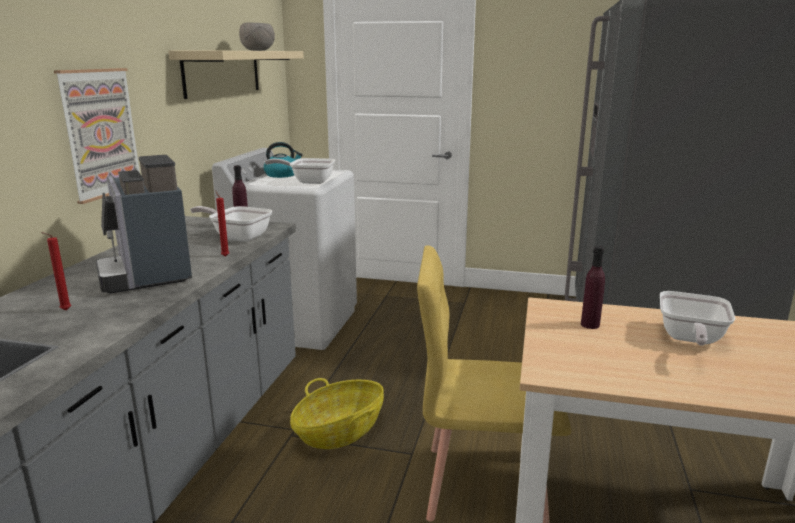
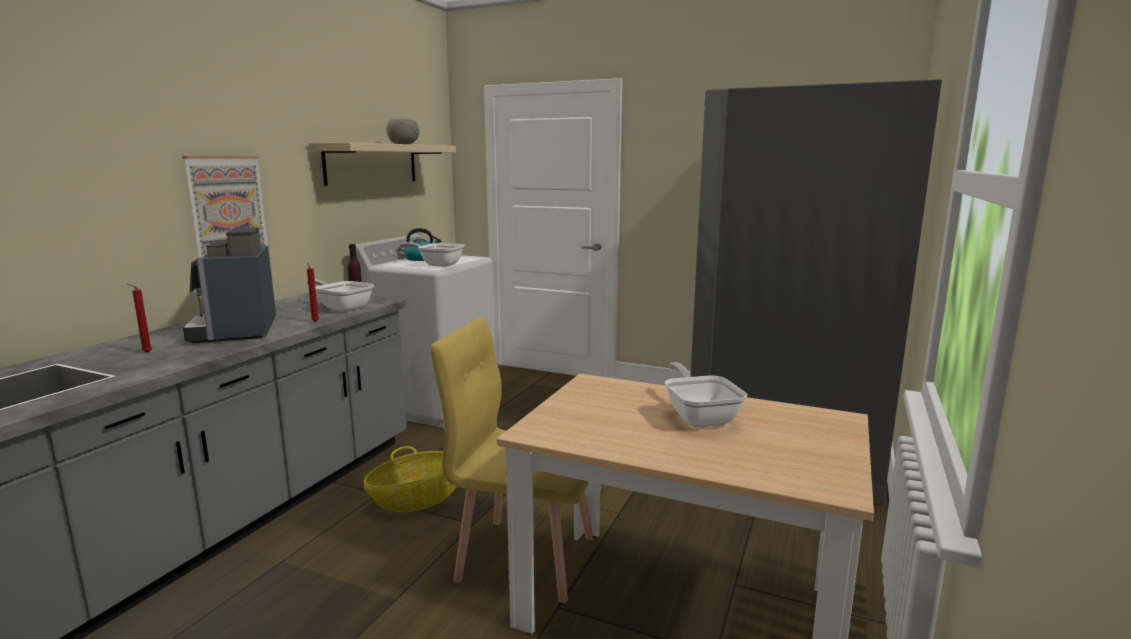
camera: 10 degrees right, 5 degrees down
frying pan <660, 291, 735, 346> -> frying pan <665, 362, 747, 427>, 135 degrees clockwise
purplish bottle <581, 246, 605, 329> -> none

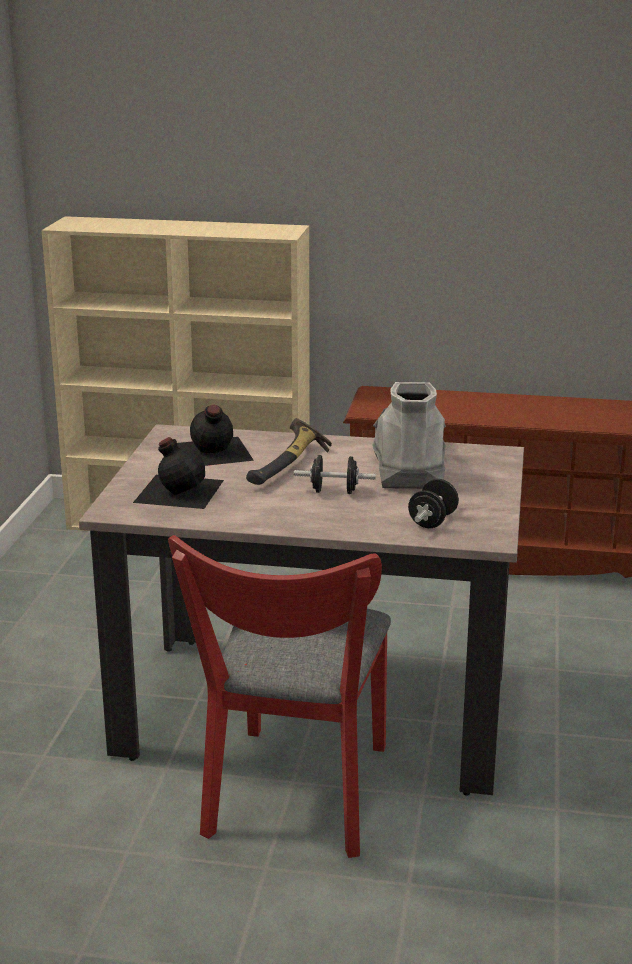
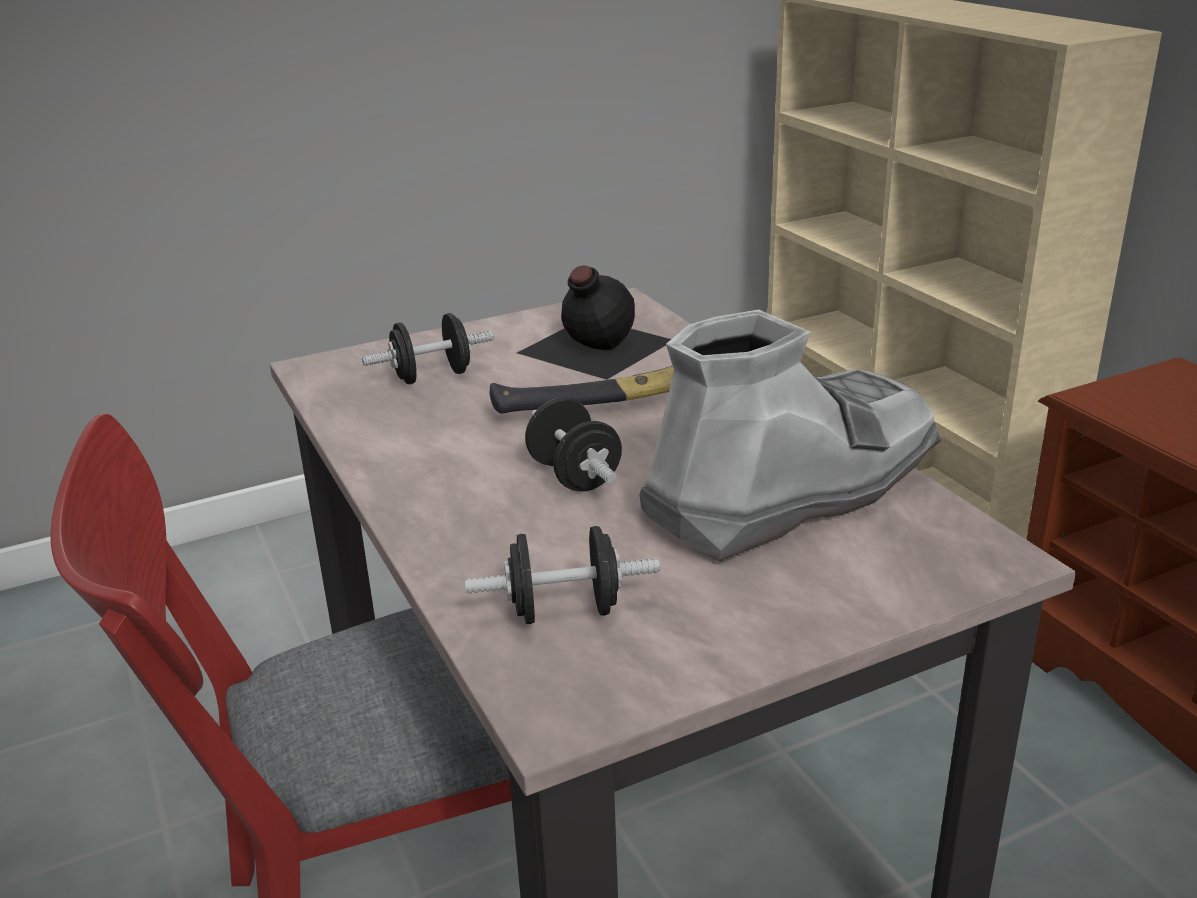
camera: 55 degrees right, 5 degrees up
blackish bottle <133, 437, 224, 509> -> blackish hand weight <362, 313, 494, 384>

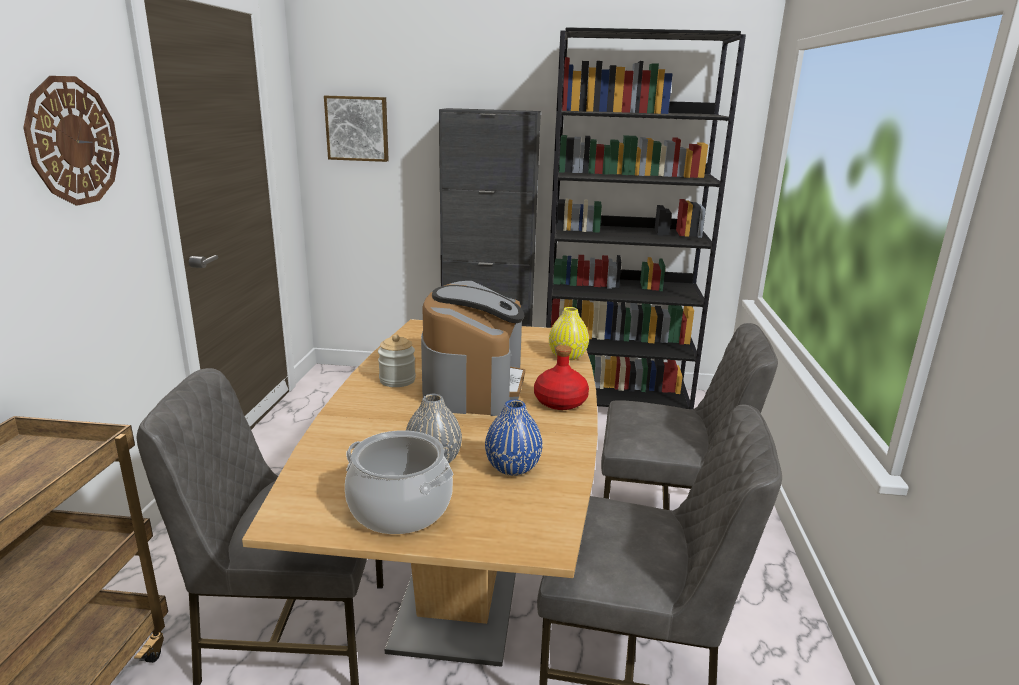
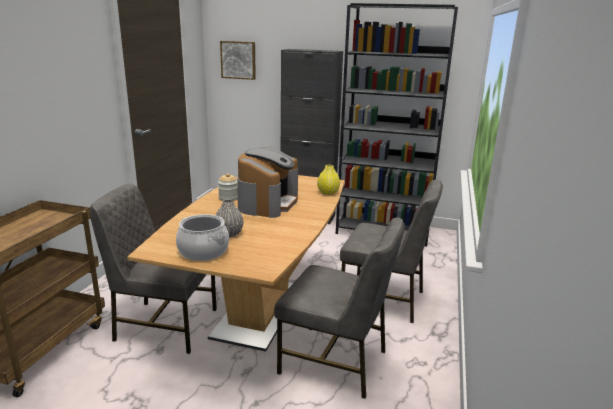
camera: 10 degrees right, 0 degrees up
hanging clock <23, 76, 119, 206> -> none
blue-coloured decorative vase <485, 400, 543, 476> -> none
red bottle <534, 345, 589, 410> -> none

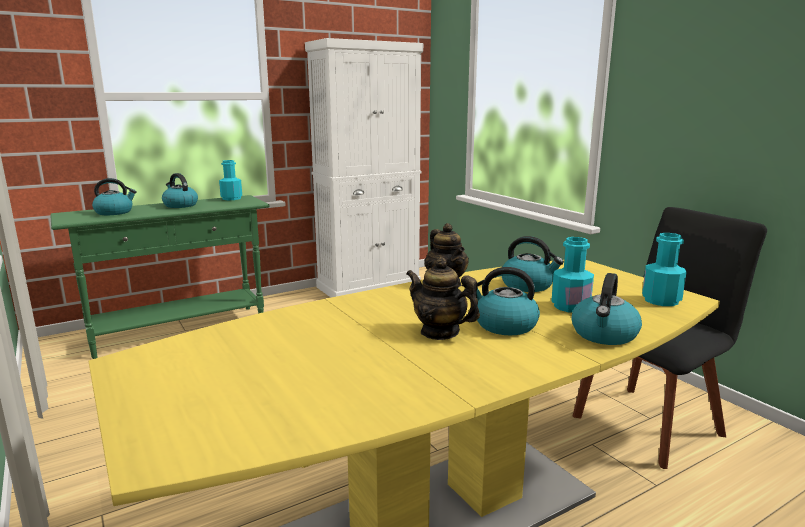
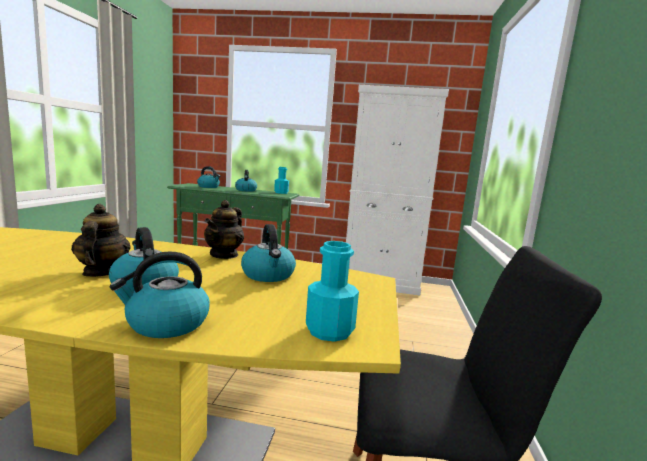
camera: 40 degrees right, 5 degrees down
blue-green bottle <551, 237, 594, 313> -> none

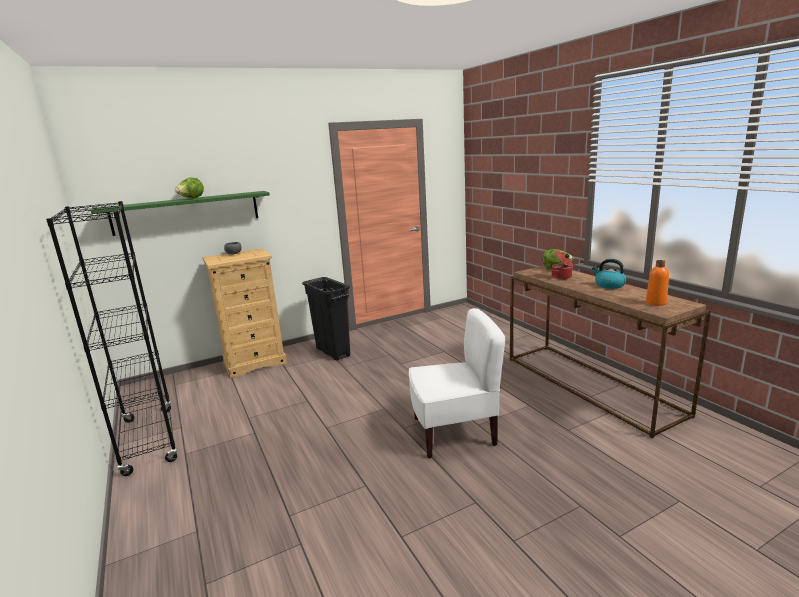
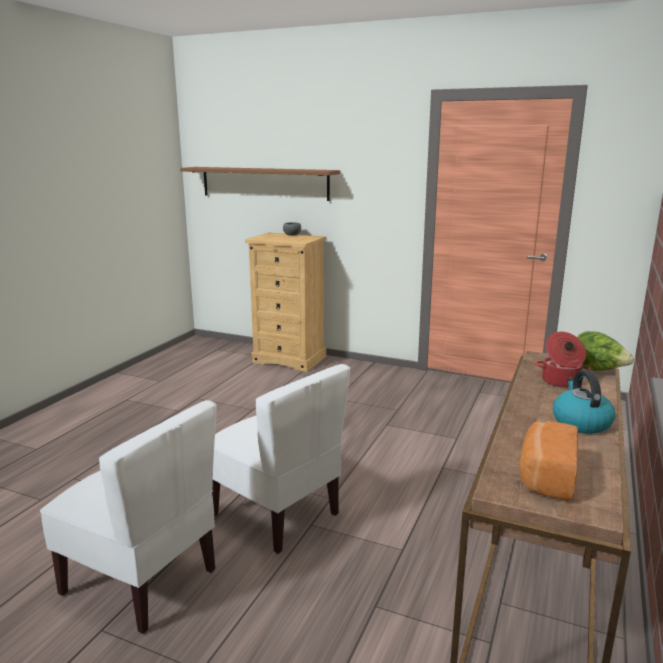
camera: 50 degrees right, 0 degrees up
none -> whitish upright chair <40, 400, 217, 634>
greenish shelf <91, 191, 270, 236> -> brownish shelf <180, 167, 340, 201>
orange-coloured bottle <646, 260, 669, 306> -> bakery bread <520, 421, 578, 500>
blackish shelving unit <46, 201, 178, 476> -> none
lettuce <175, 178, 204, 198> -> none
blackish rubbish bin <302, 277, 350, 361> -> none

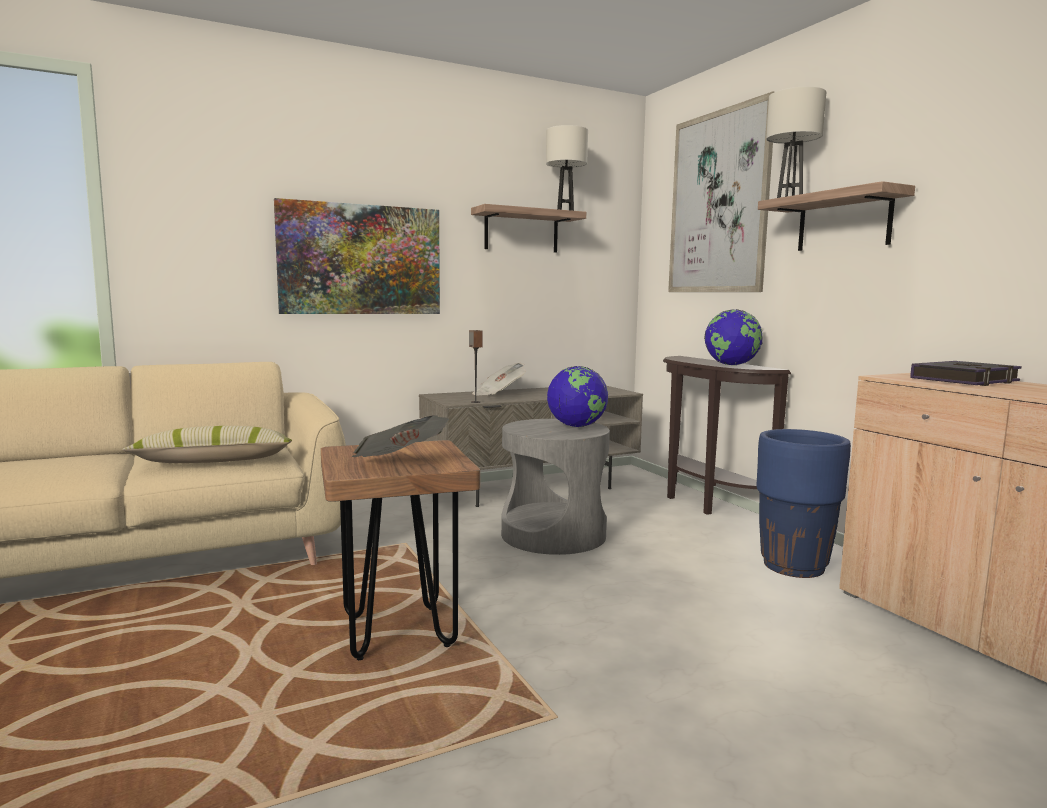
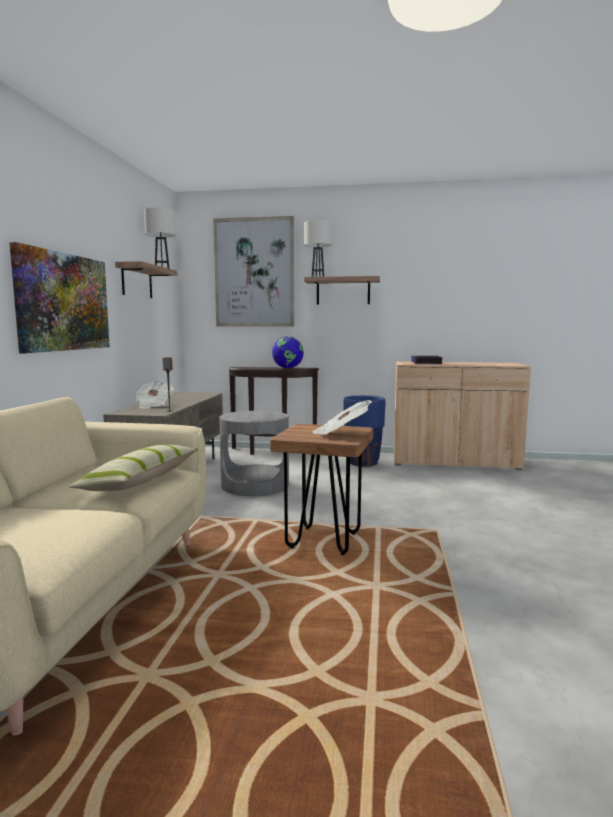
camera: 55 degrees left, 0 degrees up
world globe <547, 366, 608, 427> -> none

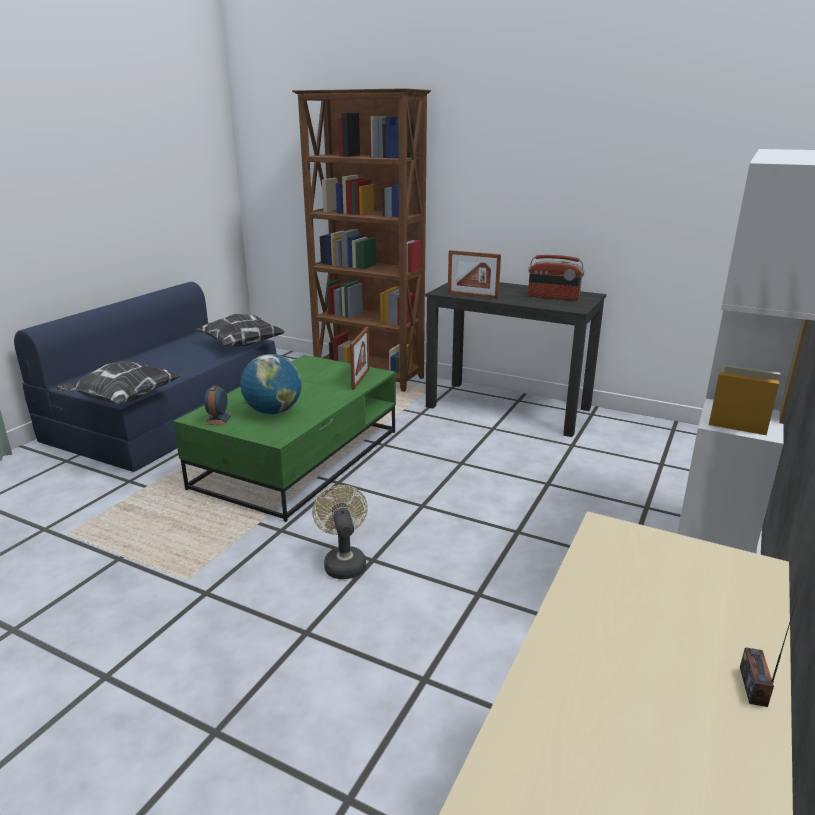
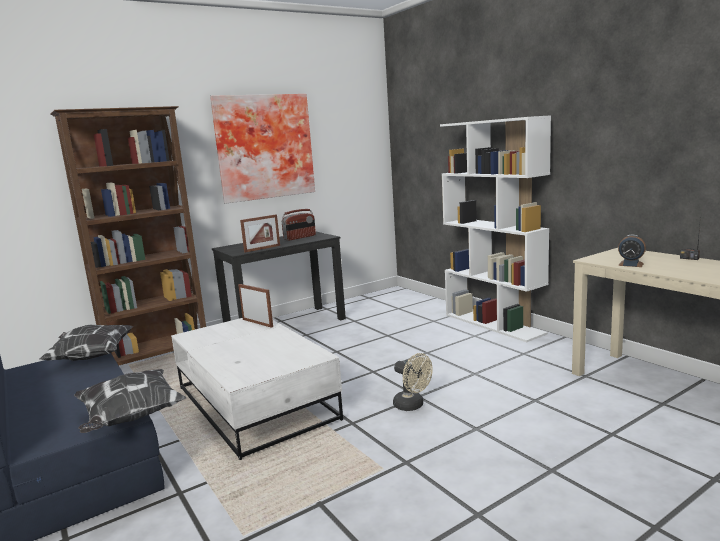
camera: 60 degrees left, 10 degrees down
greenish low table <173, 355, 396, 522> -> whitish low table <171, 318, 343, 460>
none -> picture <210, 94, 315, 204>
beige-coloured electric fan <312, 485, 368, 579> -> beige-coloured electric fan <393, 353, 433, 411>, 150 degrees counterclockwise
bedside clock <204, 385, 232, 425> -> bedside clock <618, 235, 646, 267>, moved
world globe <240, 354, 302, 414> -> none

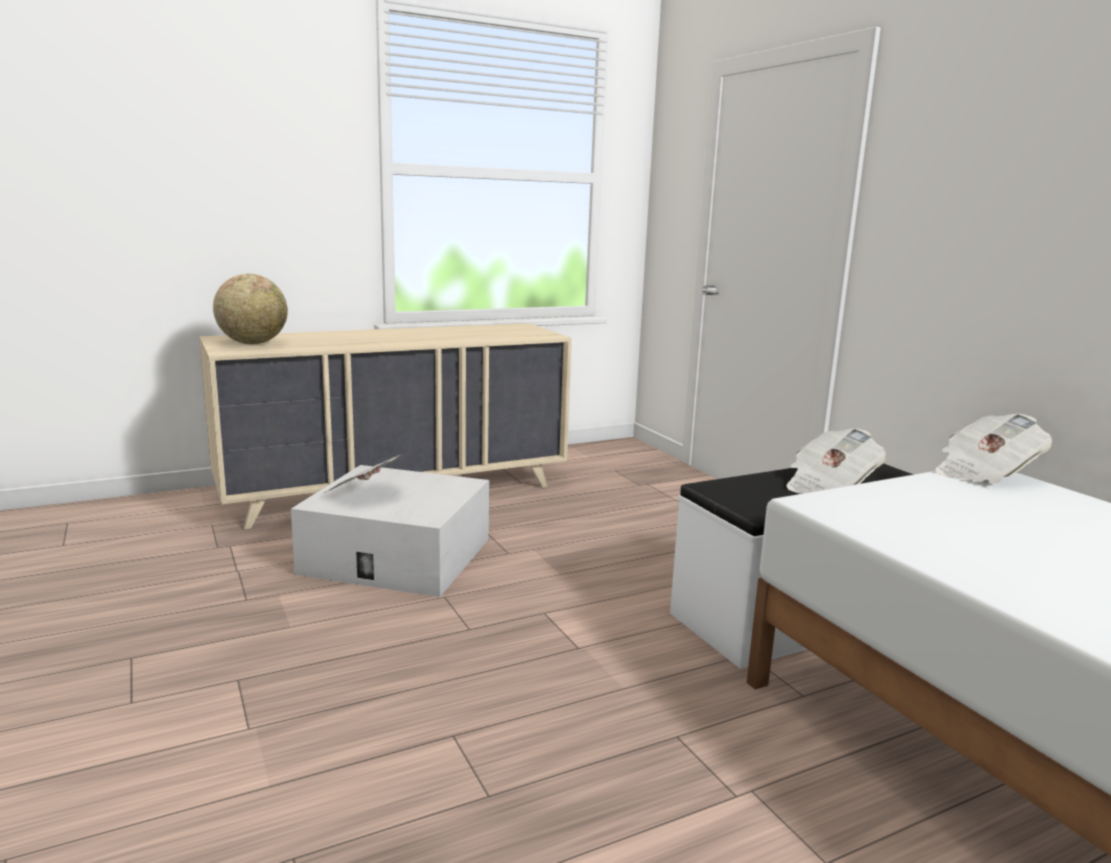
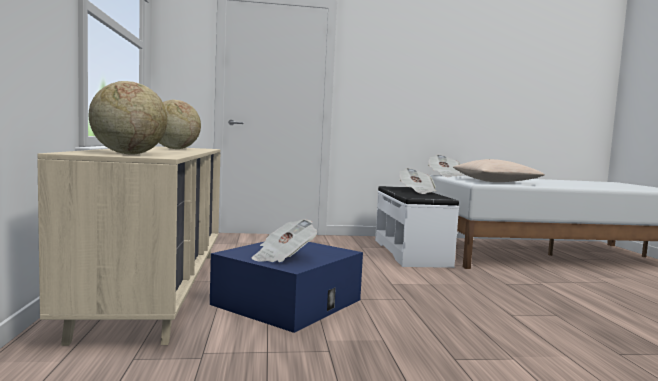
camera: 70 degrees left, 10 degrees down
none -> world globe <159, 100, 201, 149>
whitish storage bin <291, 465, 489, 597> -> blue-coloured storage bin <210, 242, 363, 333>
none -> beige-coloured cushion <453, 159, 545, 182>

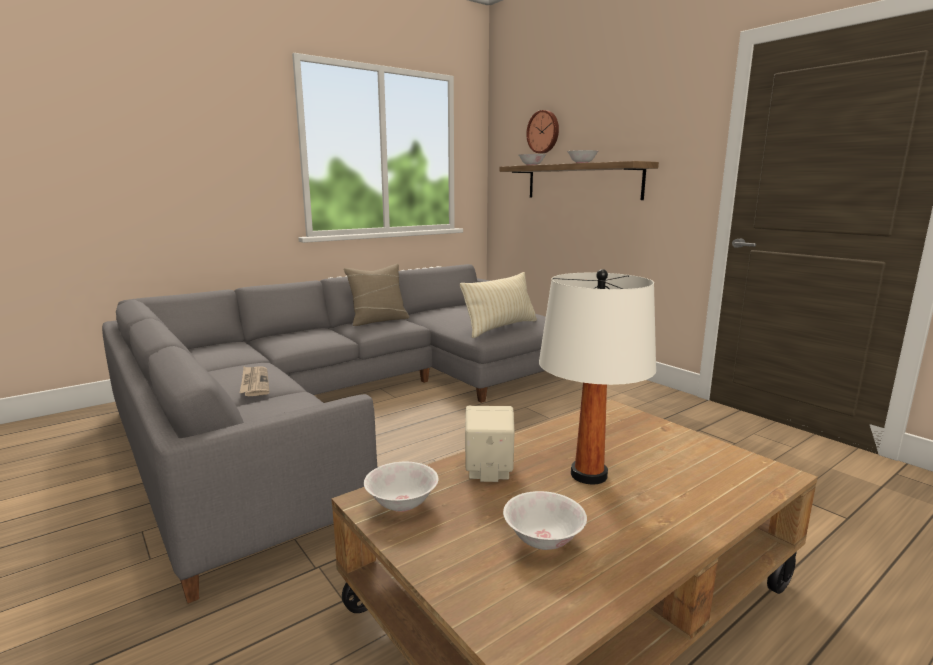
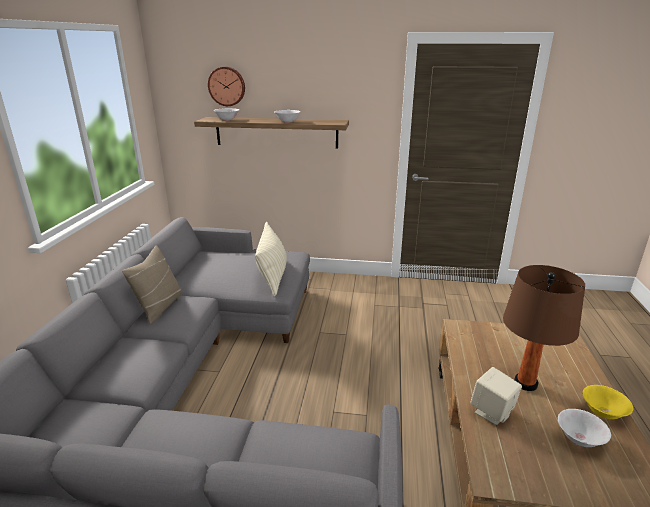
camera: 45 degrees left, 10 degrees up
whitish tabletop lamp <539, 269, 656, 484> -> brownish tabletop lamp <503, 265, 585, 391>
none -> yellow-coloured bowl <583, 385, 633, 419>
newspaper <240, 367, 269, 396> -> none
whitish bowl <364, 462, 438, 512> -> none

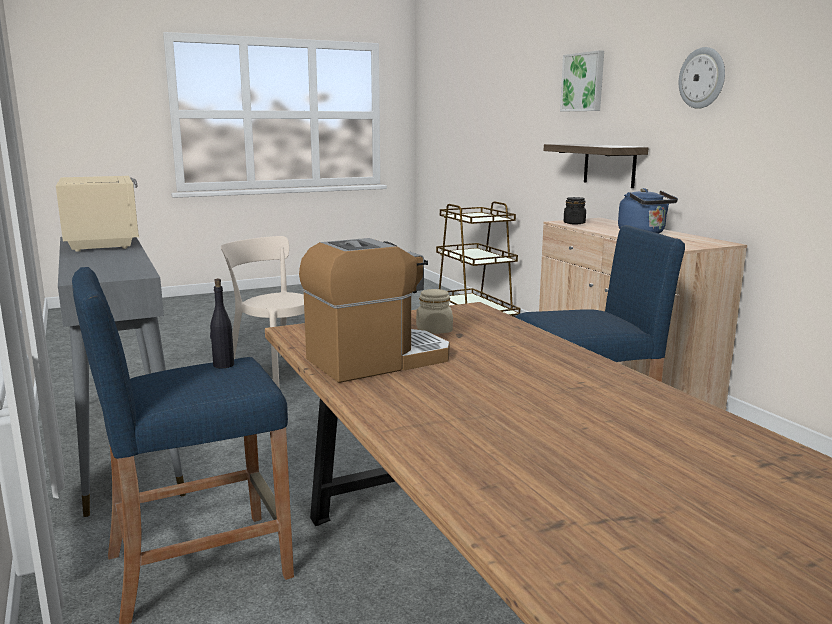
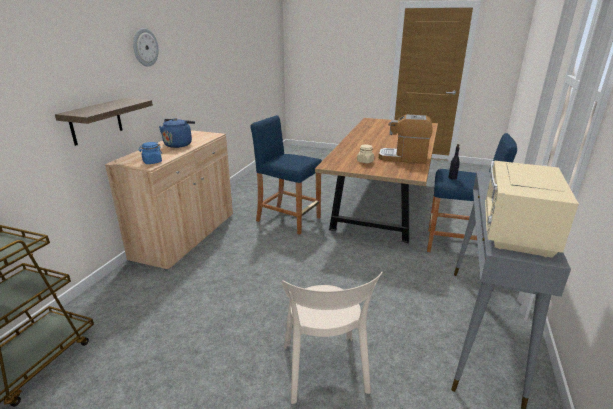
camera: 135 degrees left, 10 degrees up
blackish storage jar <564, 197, 586, 224> -> blue-coloured storage jar <138, 142, 162, 164>
picture <560, 50, 604, 111> -> none

